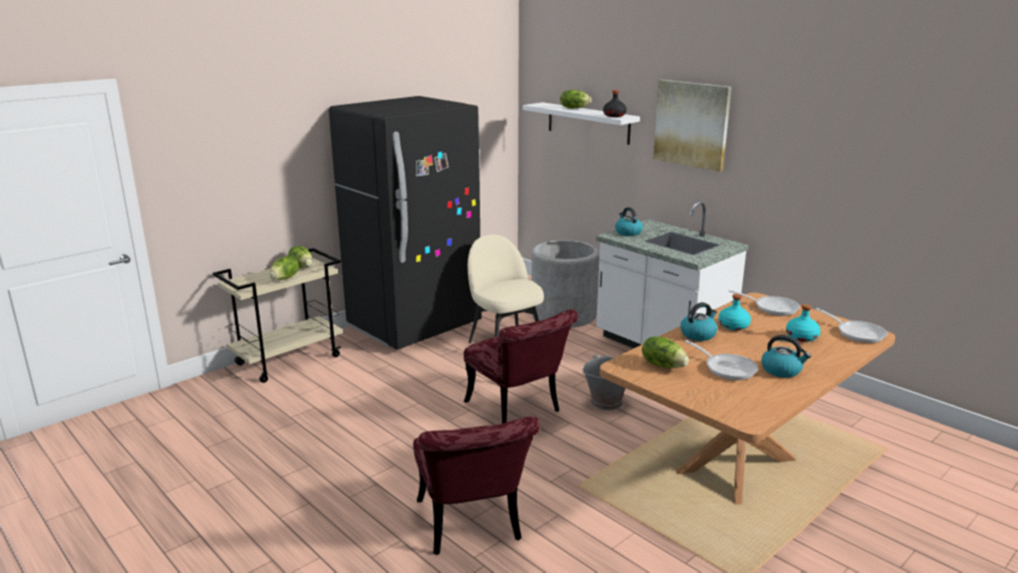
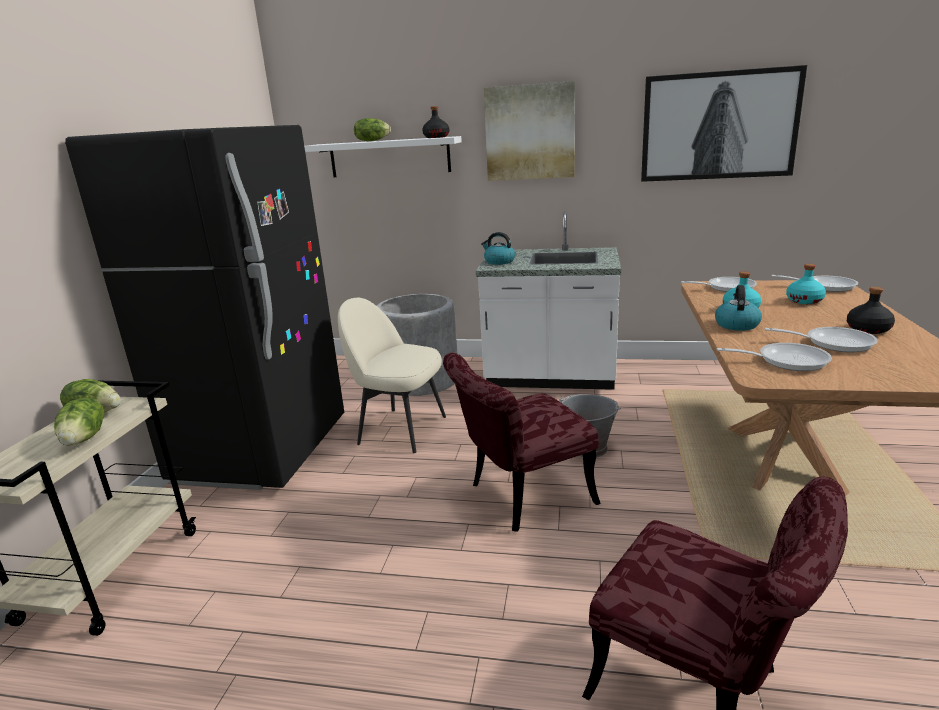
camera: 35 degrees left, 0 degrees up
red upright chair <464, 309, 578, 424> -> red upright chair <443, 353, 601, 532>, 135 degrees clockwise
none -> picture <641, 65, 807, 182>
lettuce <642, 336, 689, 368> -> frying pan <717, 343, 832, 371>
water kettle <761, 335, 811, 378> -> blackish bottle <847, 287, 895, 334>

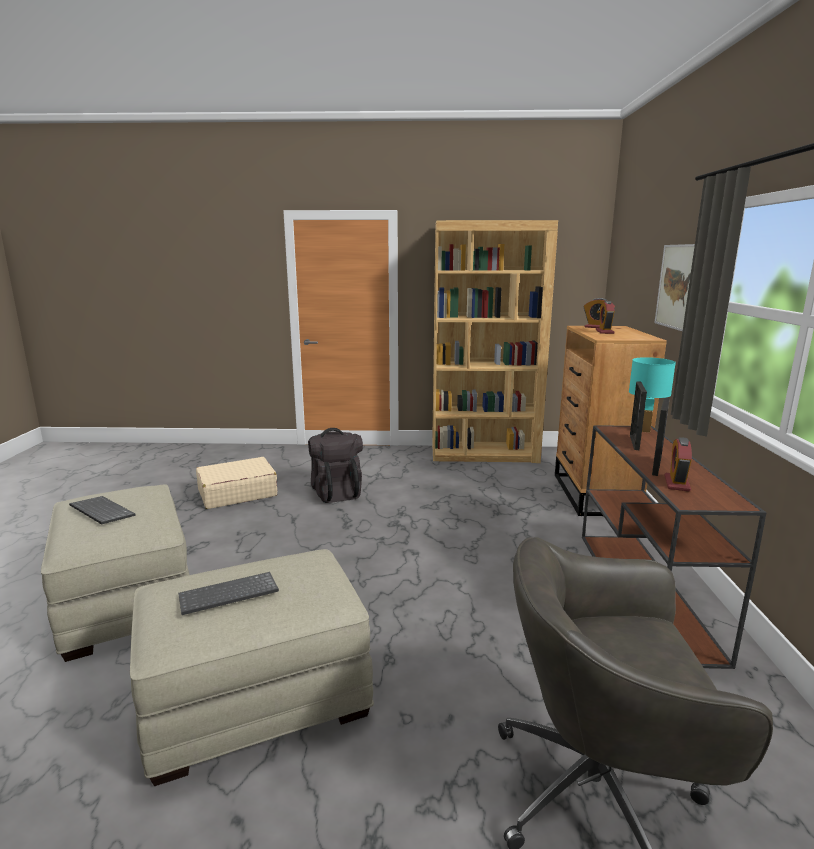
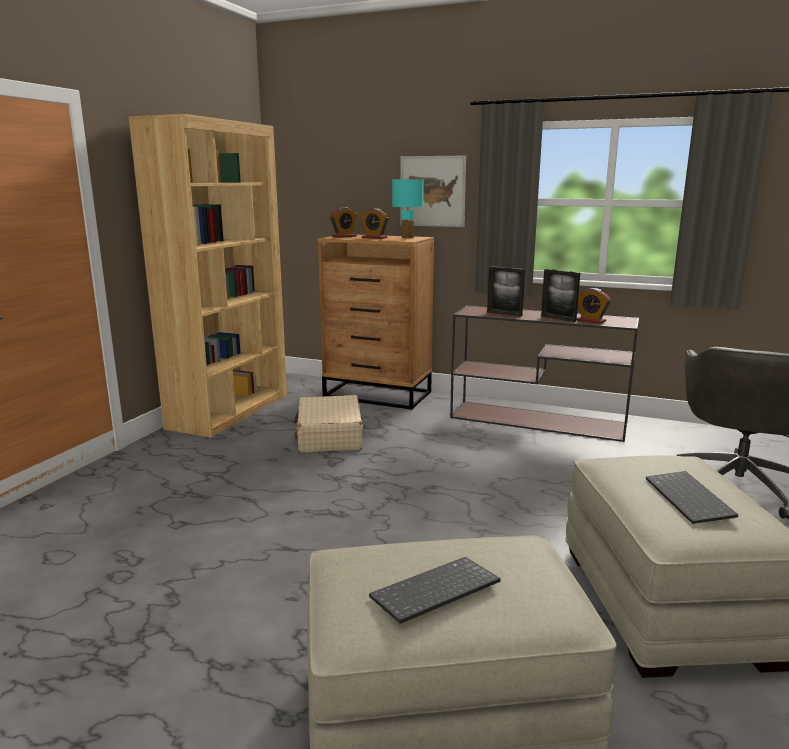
camera: 70 degrees left, 0 degrees up
beige-coloured piece of luggage <196, 457, 277, 509> -> beige-coloured piece of luggage <294, 395, 363, 452>, moved
blue-green tabletop lamp <629, 357, 676, 433> -> blue-green tabletop lamp <392, 179, 424, 239>, moved
blackish knapsack <308, 428, 363, 503> -> none

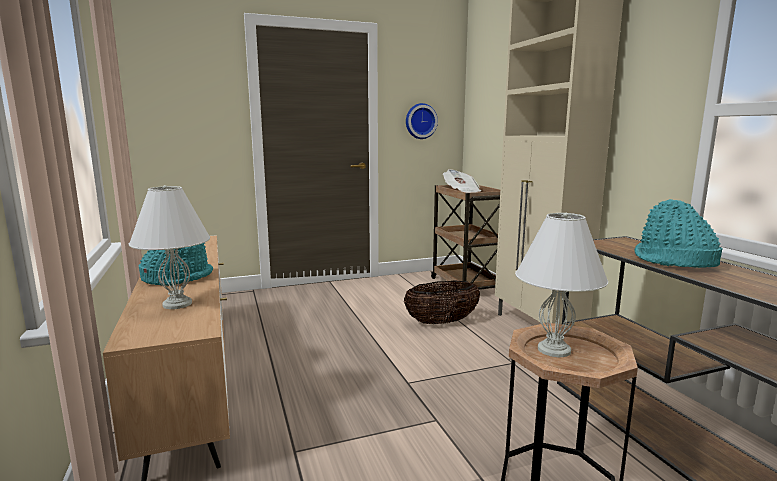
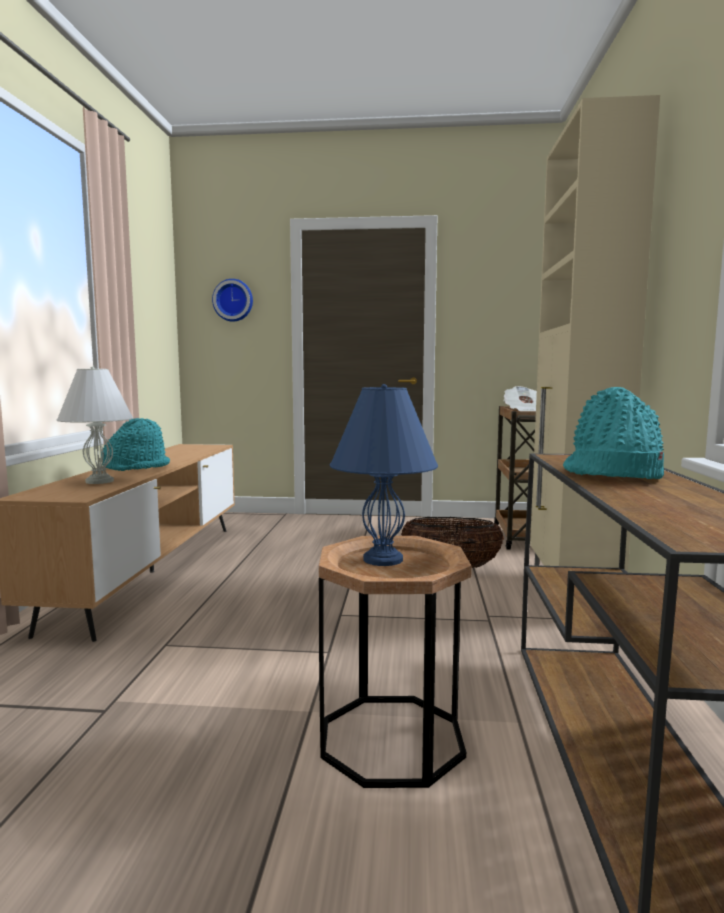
camera: 25 degrees right, 5 degrees down
hanging clock <406, 103, 438, 139> -> hanging clock <212, 279, 253, 322>, moved
whitish tabletop lamp <515, 213, 608, 357> -> blue-coloured tabletop lamp <330, 384, 438, 566>

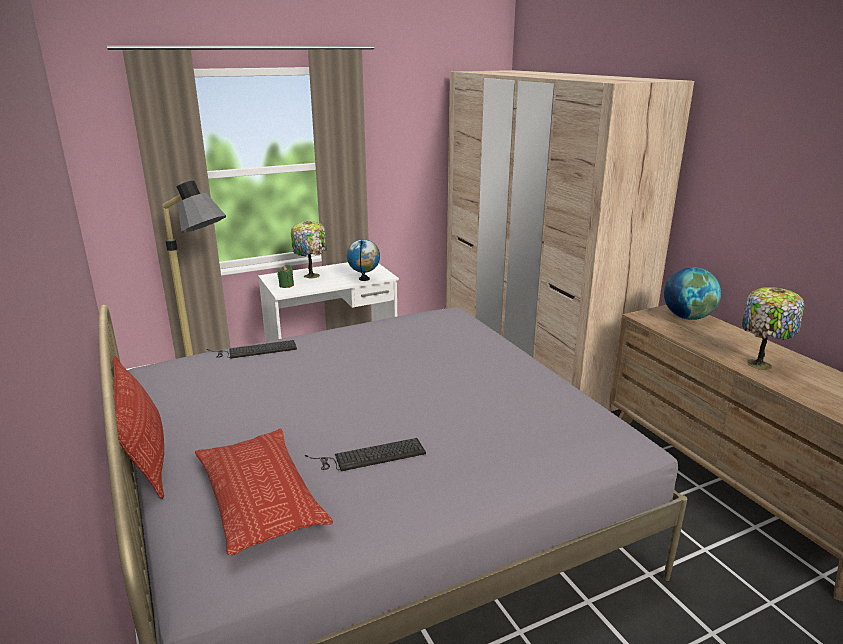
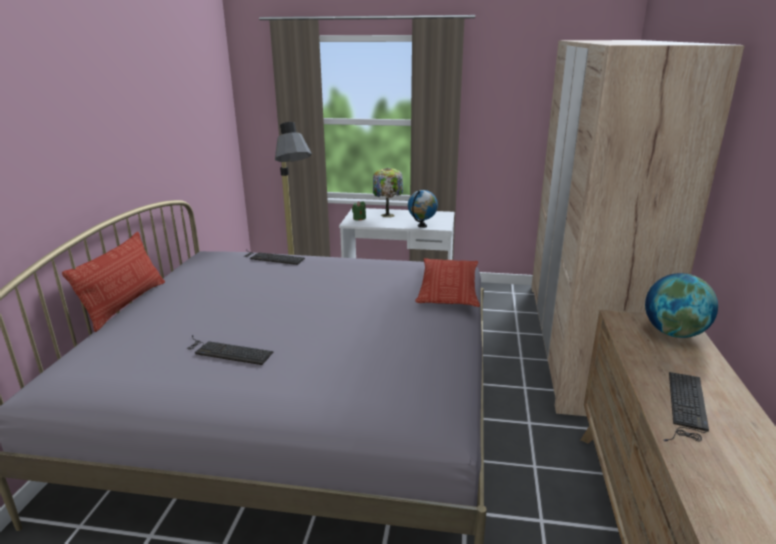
camera: 35 degrees right, 0 degrees up
cushion <195, 429, 333, 555> -> cushion <415, 258, 480, 307>, moved
tabletop lamp <742, 287, 804, 370> -> keyboard <663, 372, 709, 442>

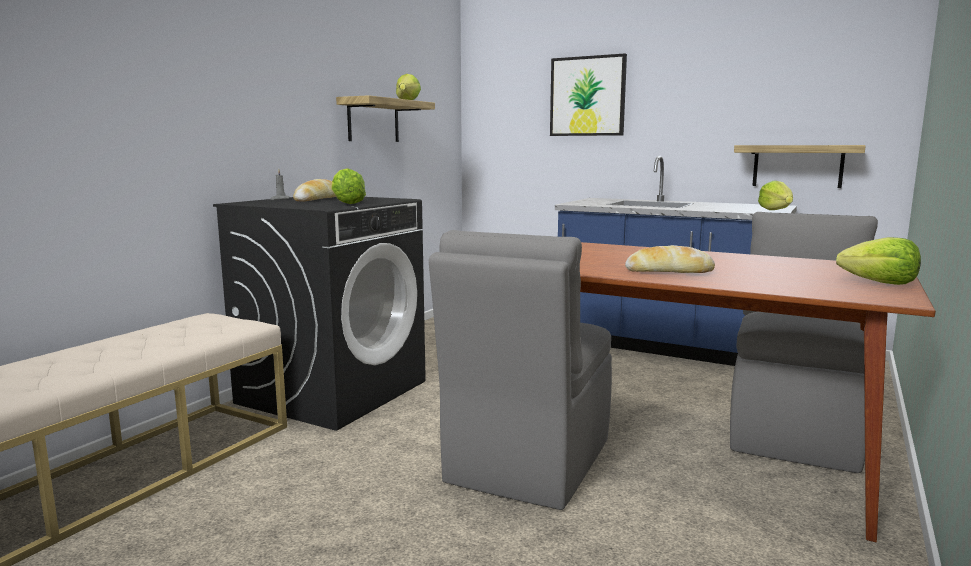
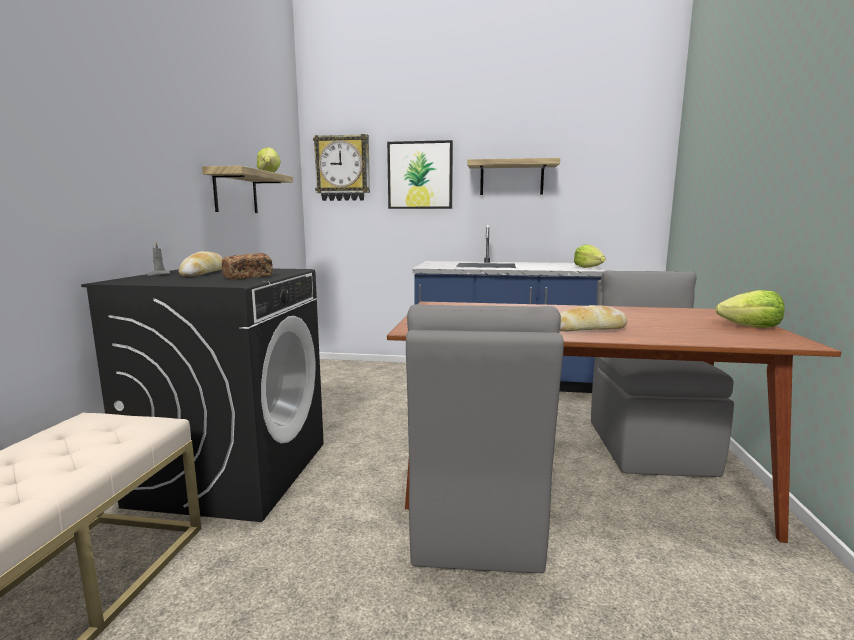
camera: 20 degrees left, 0 degrees up
lettuce <331, 168, 366, 204> -> bakery bread <222, 253, 273, 279>
none -> hanging clock <313, 134, 370, 201>
shelf <734, 145, 866, 188> -> shelf <467, 158, 560, 195>, moved

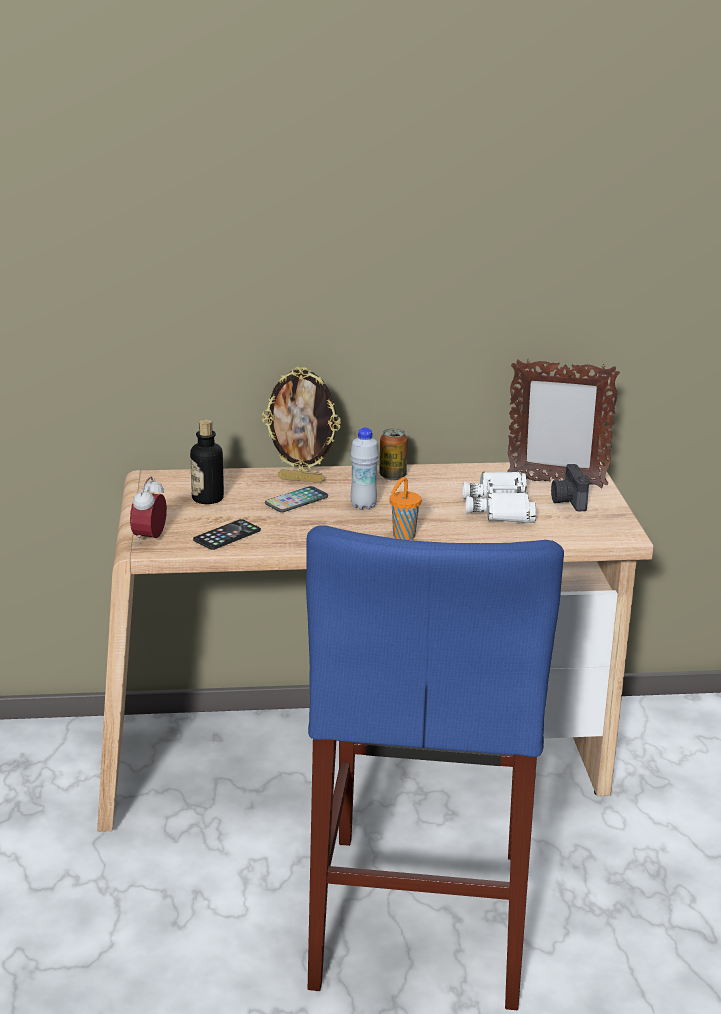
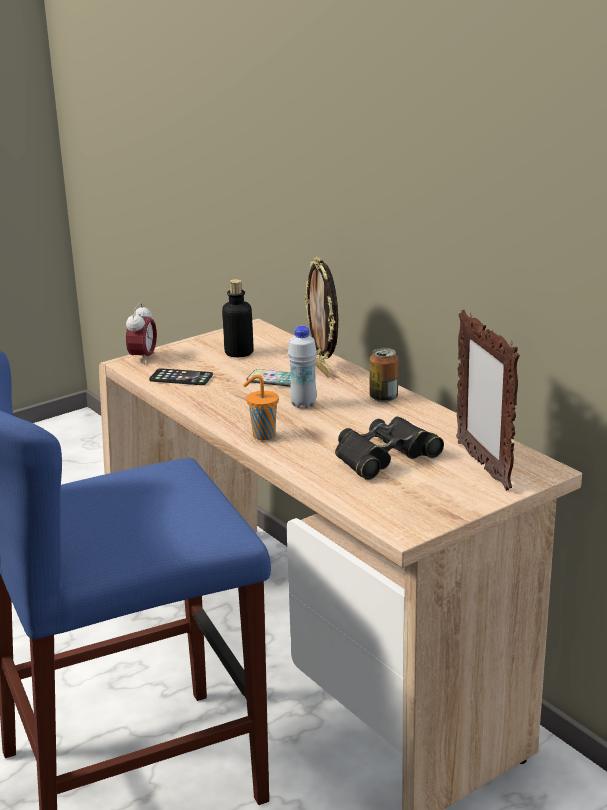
camera: 60 degrees right, 0 degrees up
bedside clock <130, 476, 167, 546> -> bedside clock <126, 303, 157, 365>, 120 degrees clockwise
whitish binoculars <462, 471, 536, 523> -> blackish binoculars <335, 416, 444, 480>
photo camera <551, 464, 590, 511> -> none

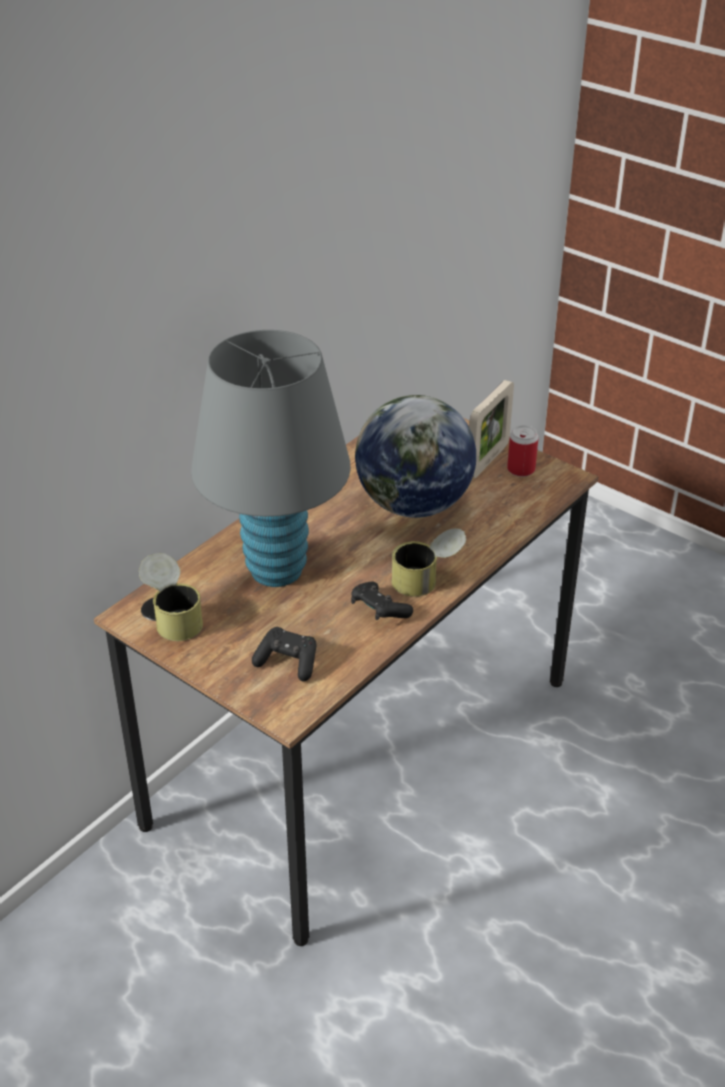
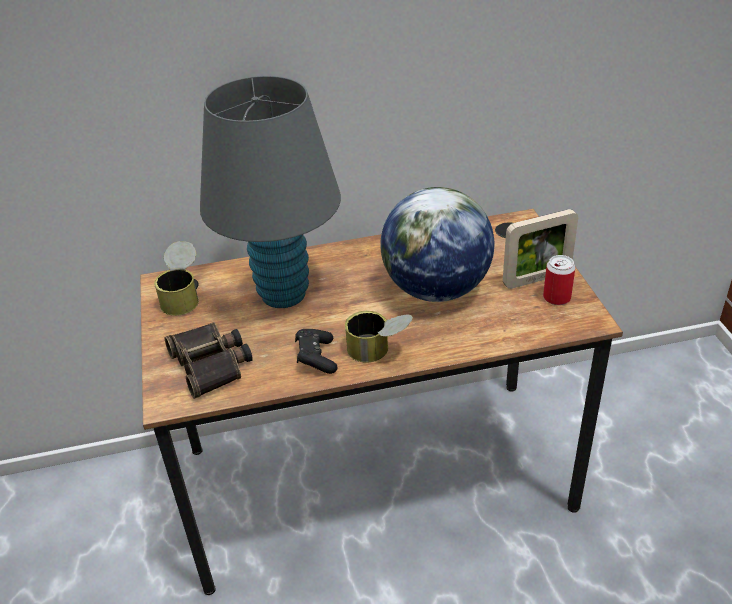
camera: 40 degrees right, 0 degrees up
blackish game controller <252, 627, 316, 682> -> binoculars <165, 322, 253, 399>

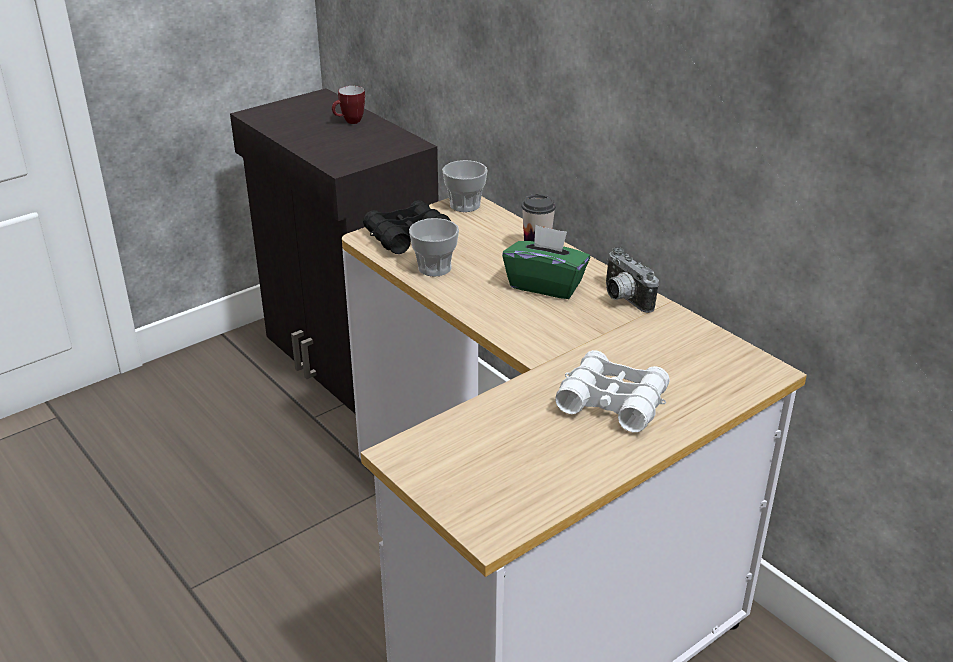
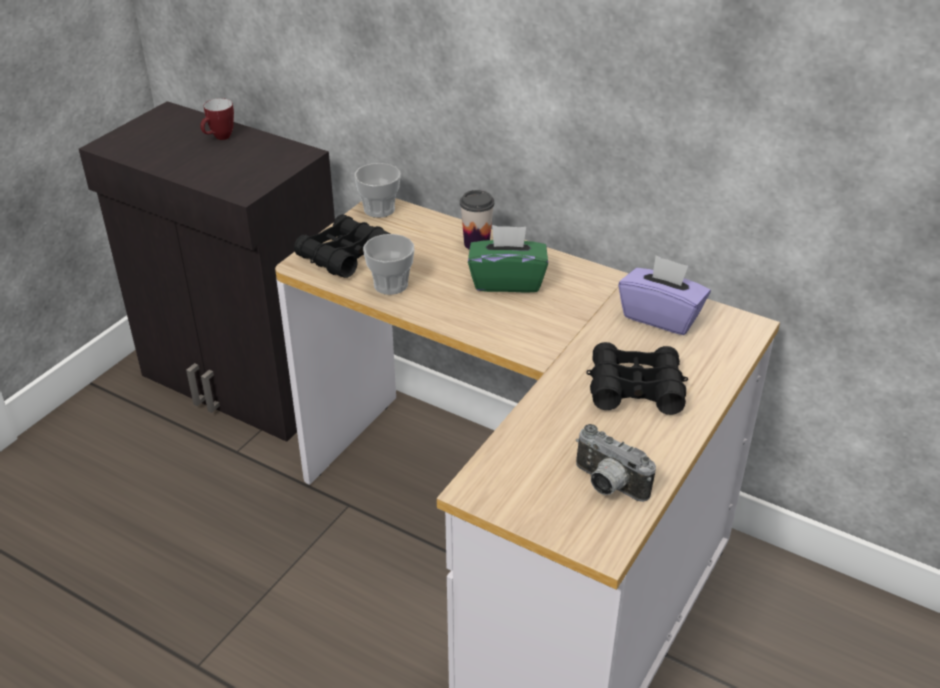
camera: 20 degrees left, 5 degrees up
photo camera <606, 247, 659, 313> -> photo camera <576, 424, 656, 502>, moved
whitish binoculars <555, 350, 670, 432> -> blackish binoculars <586, 342, 688, 415>
none -> purplish box of tissues <618, 255, 711, 335>

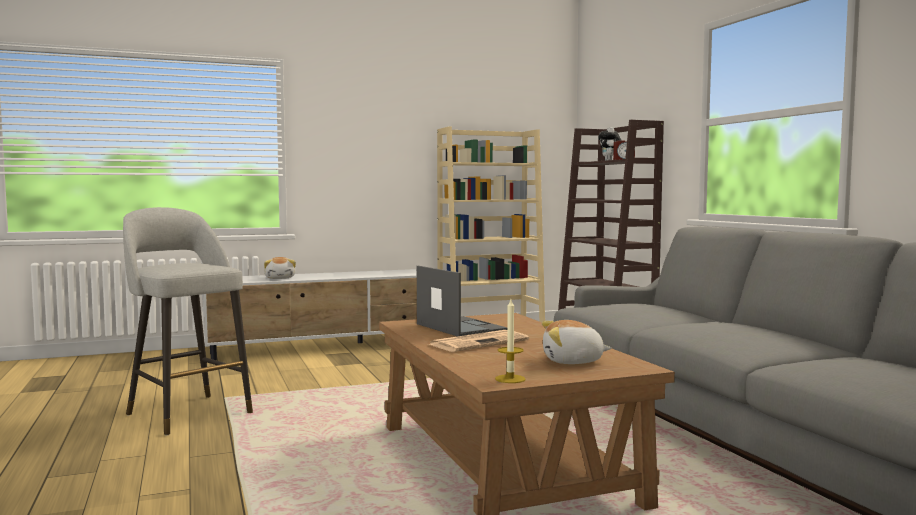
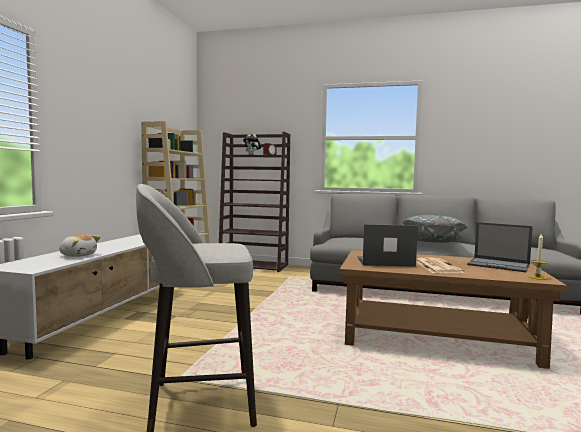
camera: 55 degrees left, 0 degrees up
none -> grey cushion <403, 215, 468, 243>
cuddly toy <542, 320, 611, 364> -> laptop <467, 222, 533, 272>

